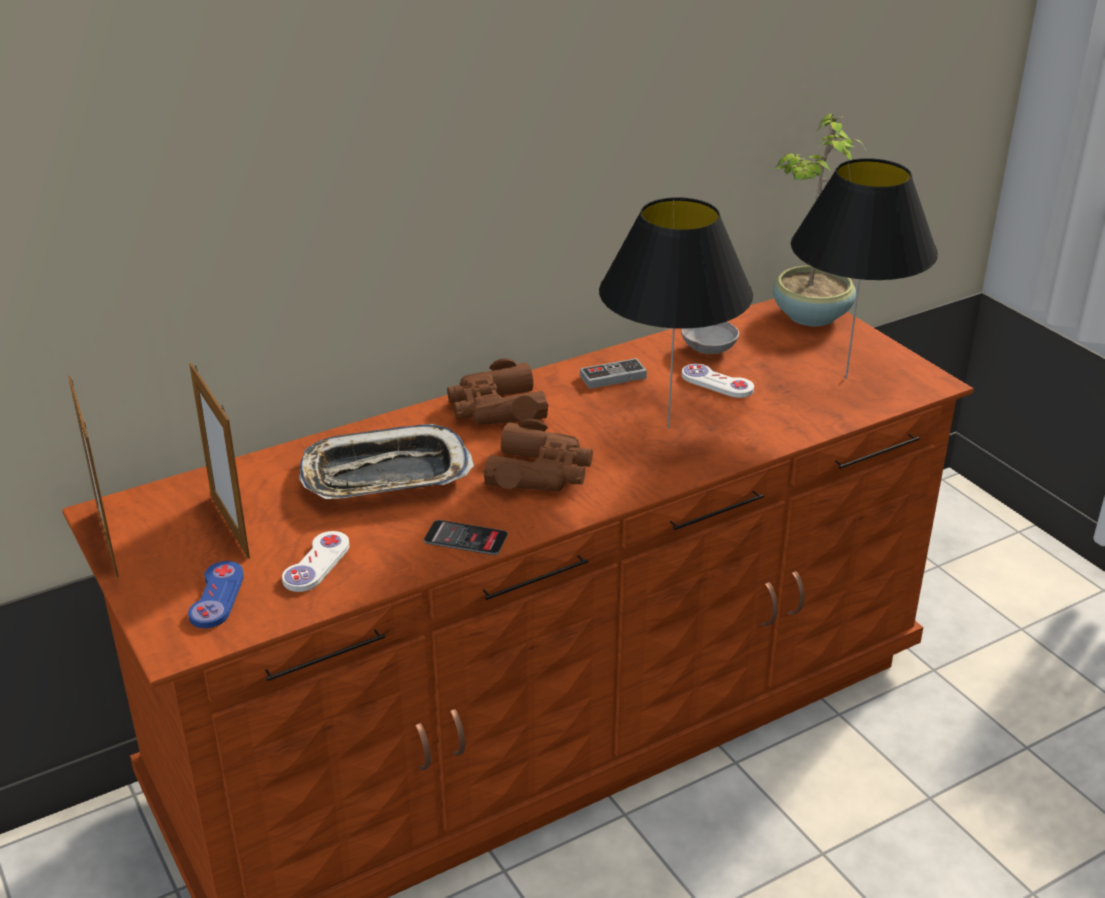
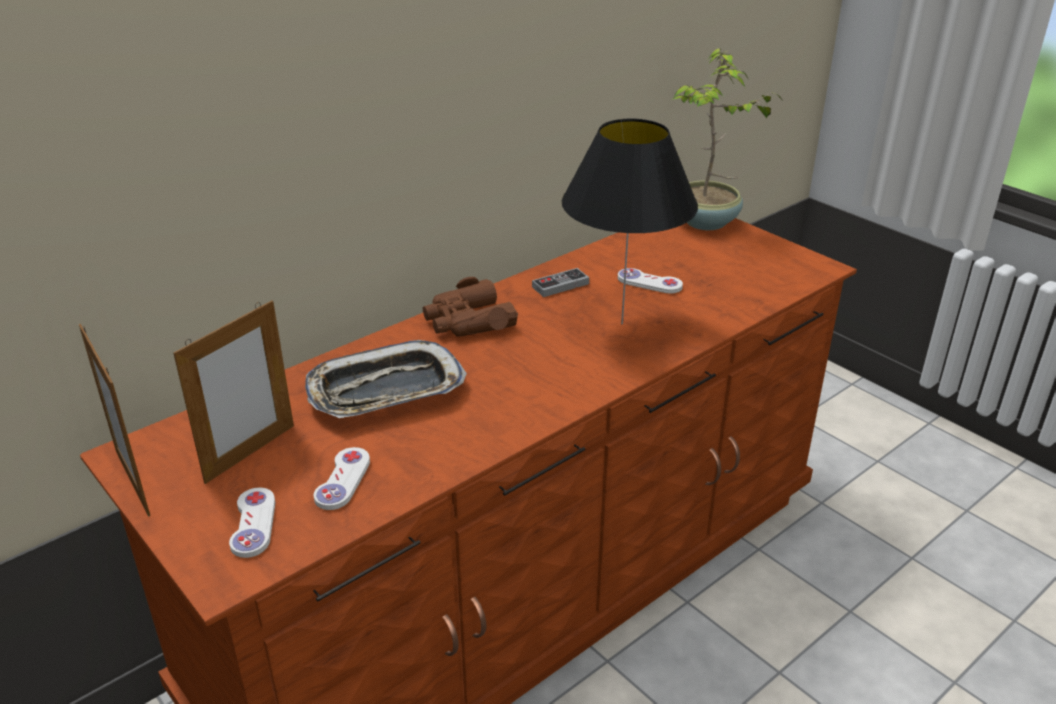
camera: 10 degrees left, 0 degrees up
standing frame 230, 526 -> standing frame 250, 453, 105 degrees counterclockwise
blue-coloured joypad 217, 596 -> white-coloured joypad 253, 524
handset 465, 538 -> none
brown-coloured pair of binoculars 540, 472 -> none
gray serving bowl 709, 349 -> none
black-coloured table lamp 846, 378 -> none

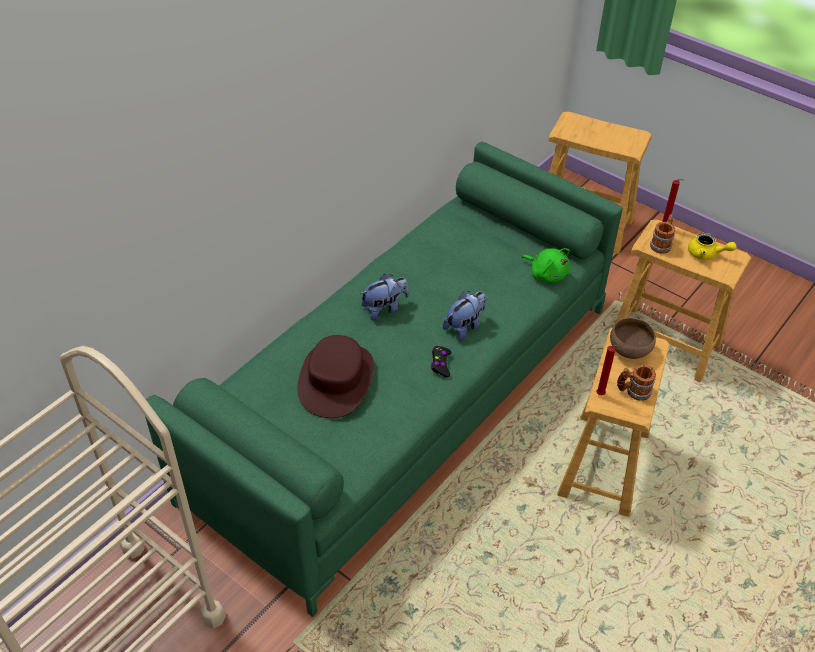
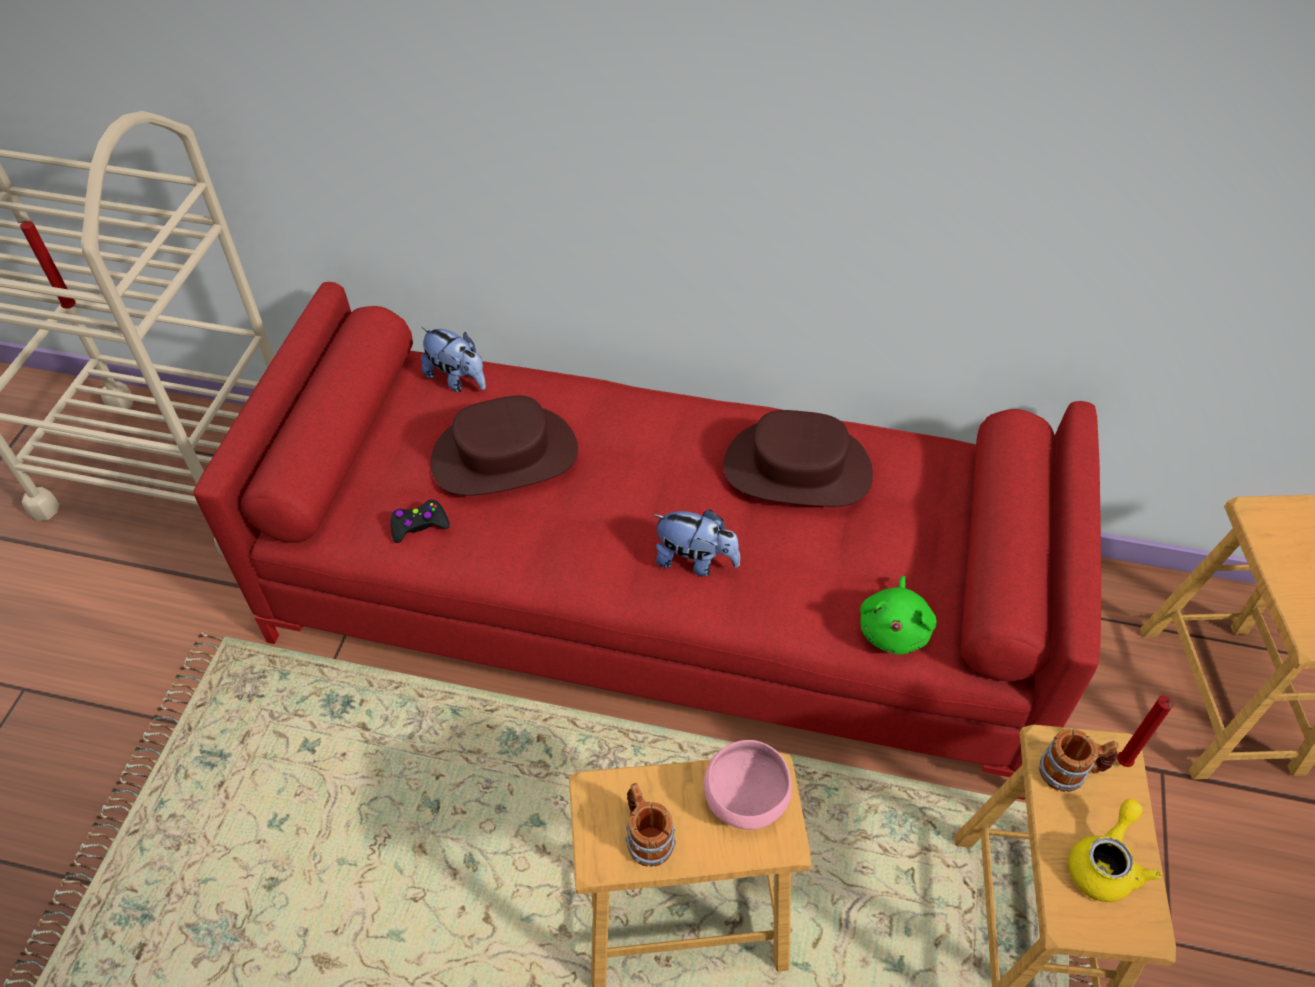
camera: 65 degrees right, 5 degrees up
reddish wax light 602, 395 -> reddish wax light 69, 309, moved
greenish settee 406, 399 -> reddish settee 659, 598
black-coloured joypad 440, 364 -> black-coloured joypad 419, 525, moved
soft toy 384, 309 -> soft toy 457, 379, moved
brown-coloured serving bowl 630, 349 -> pinkish serving bowl 746, 800
none -> brown-coloured hat 797, 470
yellowish teapot 706, 254 -> yellowish teapot 1105, 864, 150 degrees counterclockwise

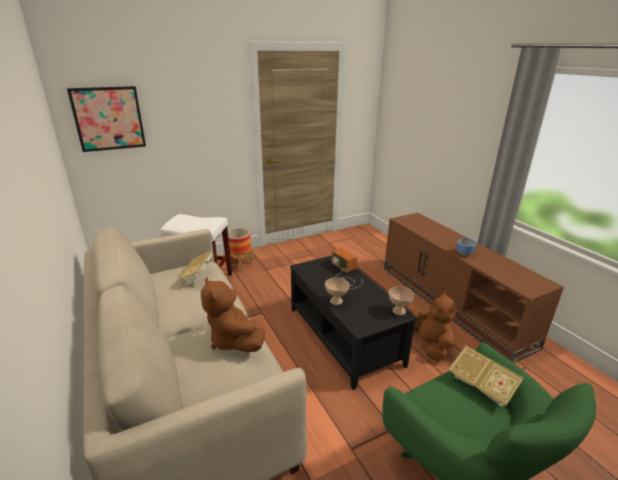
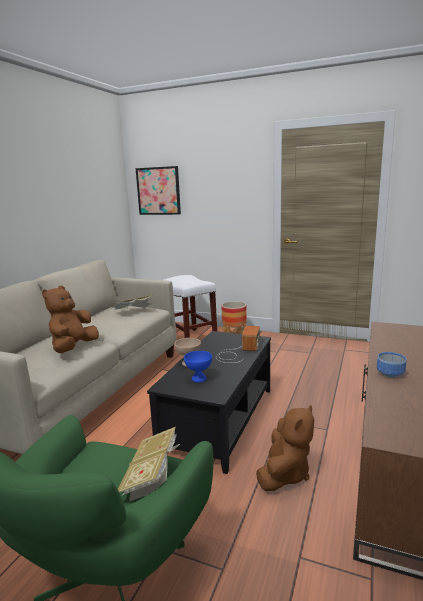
camera: 50 degrees right, 10 degrees down
none -> blue-coloured serving bowl 198, 379
beige-coloured serving bowl 399, 311 -> none

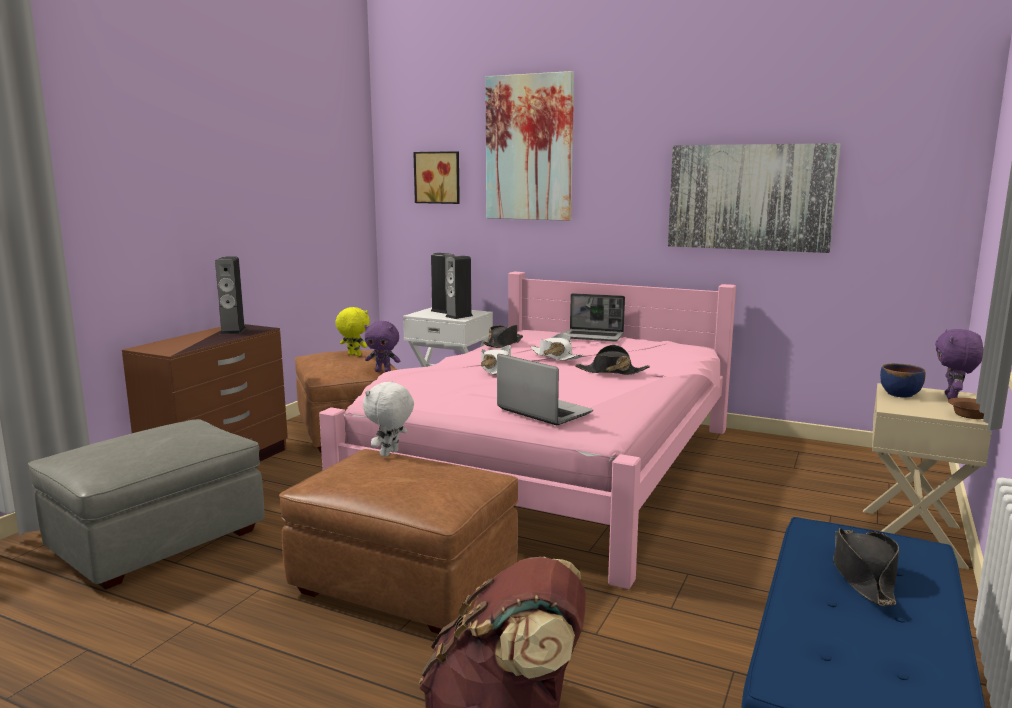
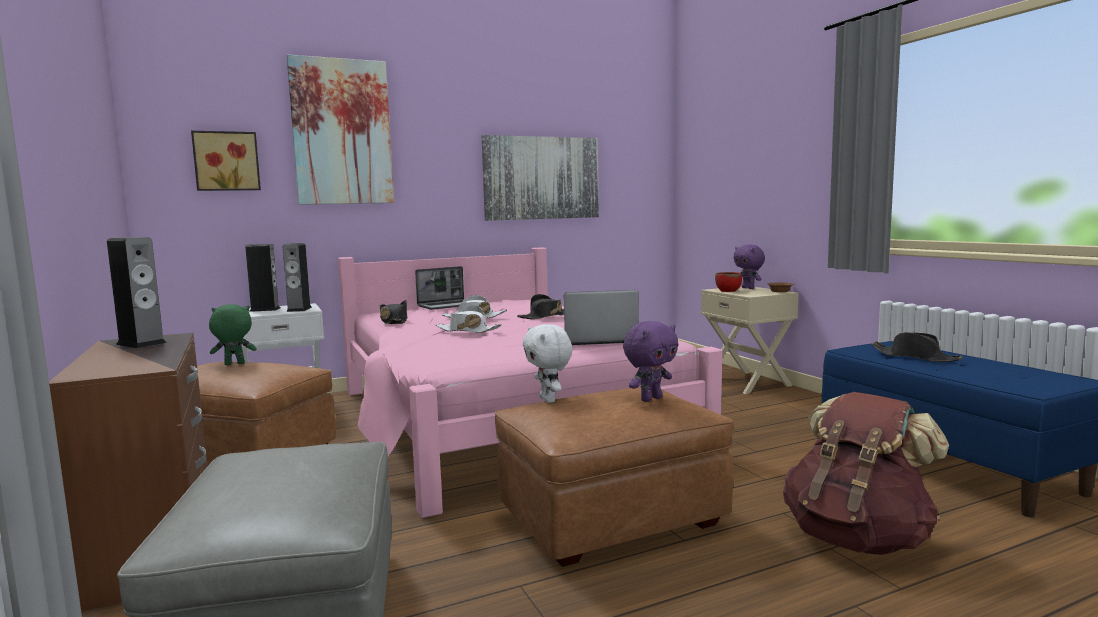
camera: 50 degrees left, 5 degrees down
yellowish soft toy 353, 355 -> greenish soft toy 234, 364
purple-coloured soft toy 383, 371 -> purple-coloured soft toy 650, 399, moved
blue-coloured serving bowl 900, 394 -> reddish serving bowl 728, 291

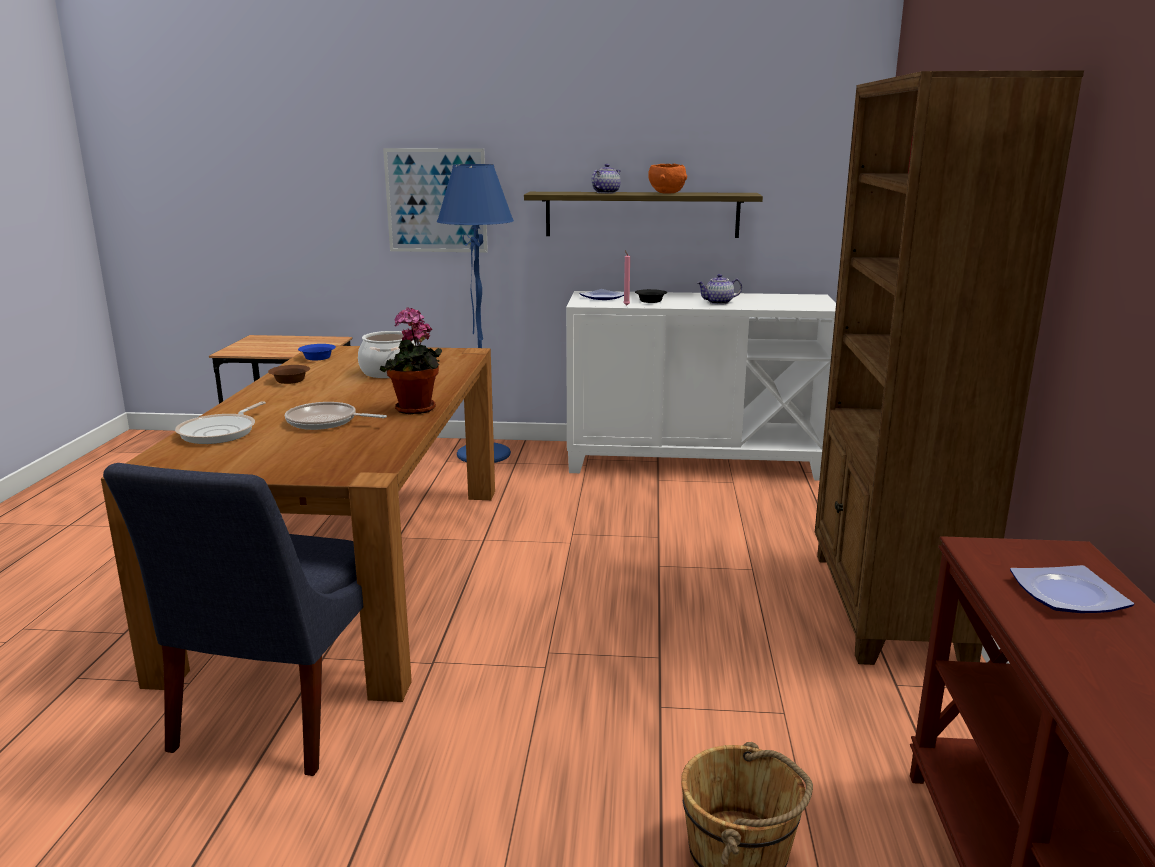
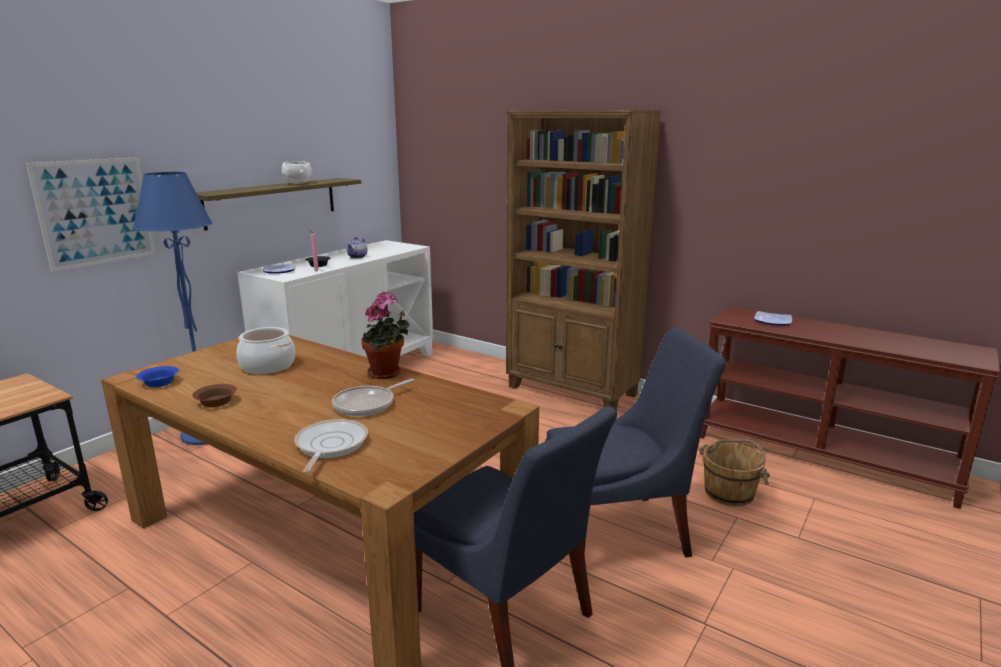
camera: 60 degrees left, 0 degrees up
orange serving bowl 666, 193 -> white-coloured serving bowl 297, 183
pan 221, 432 -> pan 329, 446, 135 degrees counterclockwise
none -> blue-coloured upright chair 622, 532
teapot 605, 193 -> none

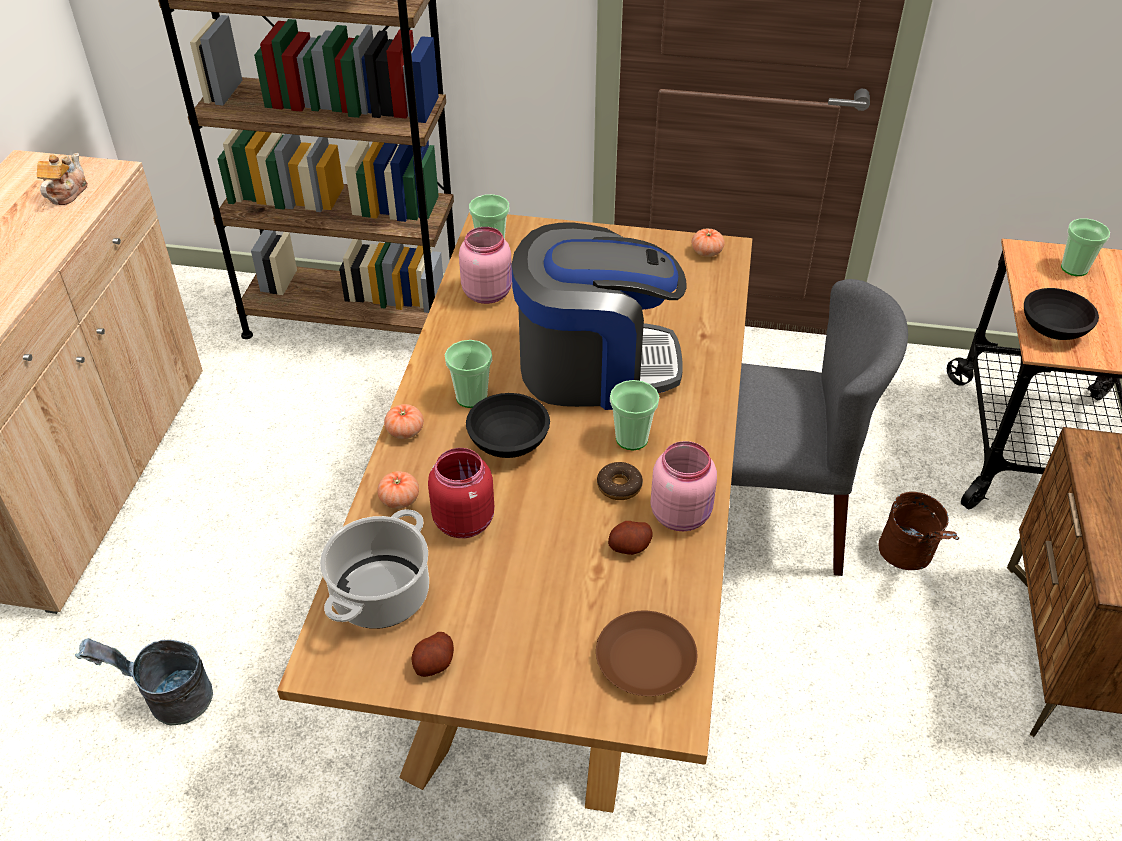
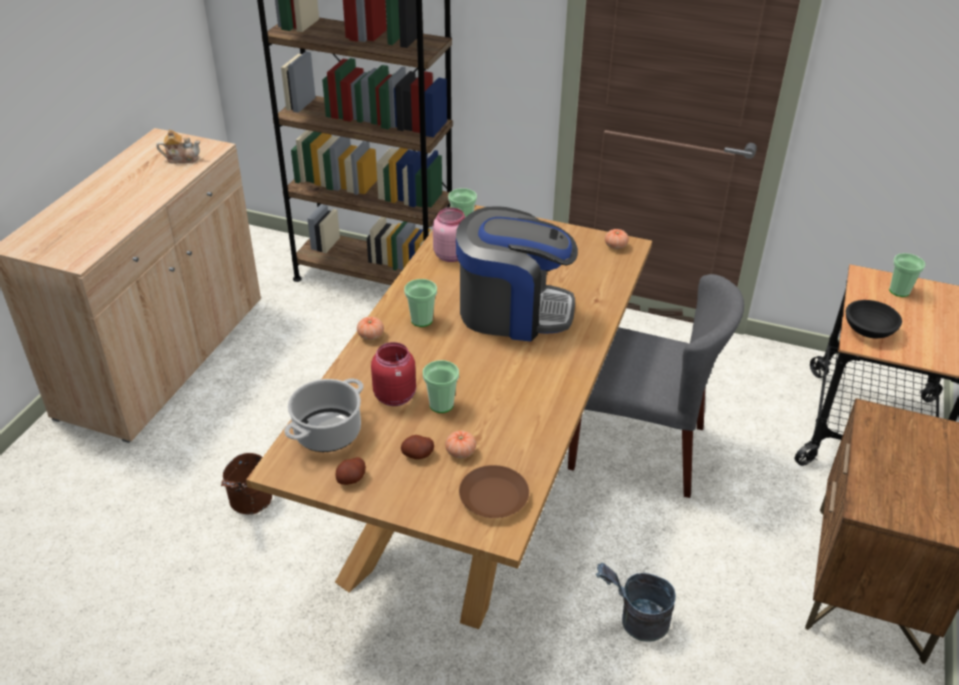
camera: 10 degrees right, 5 degrees down
teapot 66, 193 -> teapot 182, 158, 60 degrees clockwise
brown-coloured water bucket 909, 558 -> brown-coloured water bucket 249, 505, moved
potato 630, 547 -> potato 417, 454, moved
cup 632, 439 -> cup 441, 405, moved
whole tomato 399, 500 -> whole tomato 460, 452, moved
gray water bucket 169, 701 -> gray water bucket 635, 621, moved
black-coloured serving bowl 508, 441 -> none
donut 619, 486 -> none
pinkish preserve jar 682, 514 -> none

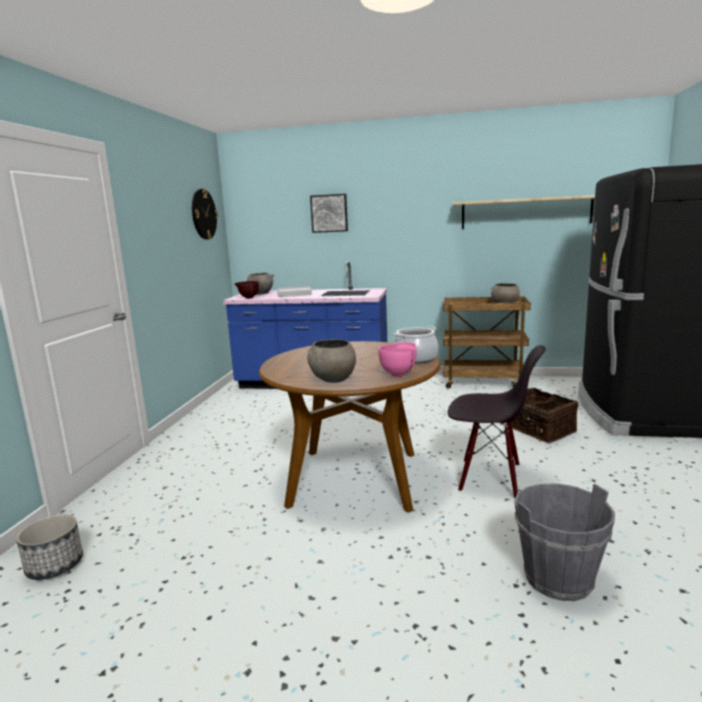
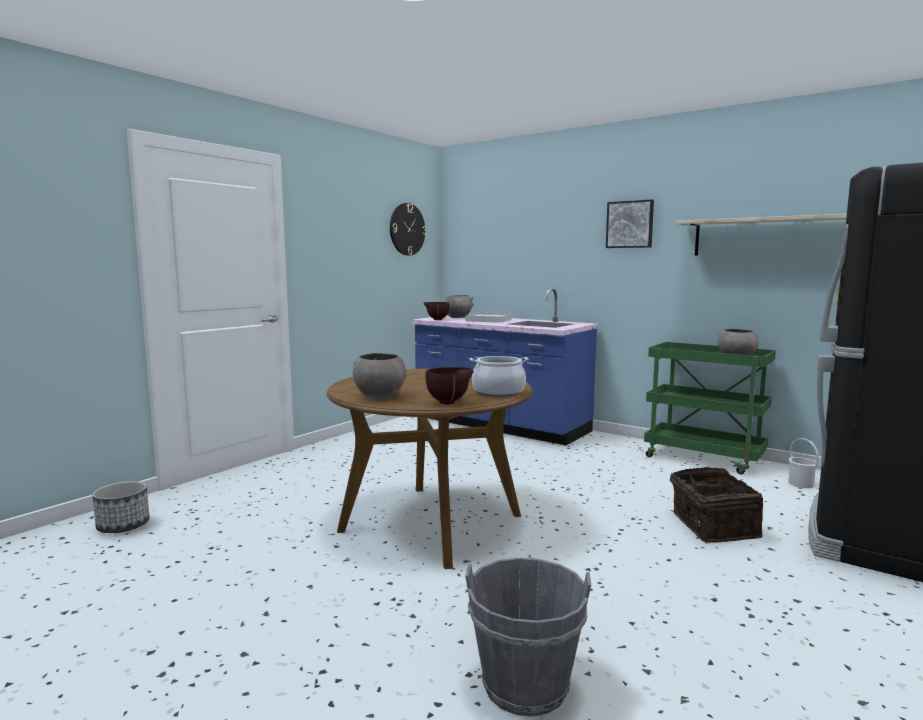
camera: 25 degrees right, 5 degrees down
pinkish serving bowl 399, 374 -> brown-coloured serving bowl 449, 402
picture 329, 213 -> picture 630, 224, moved
brown-coloured trolley 483, 382 -> greenish trolley 704, 458
none -> white-coloured water bucket 801, 484
black-coloured upright chair 490, 478 -> none

